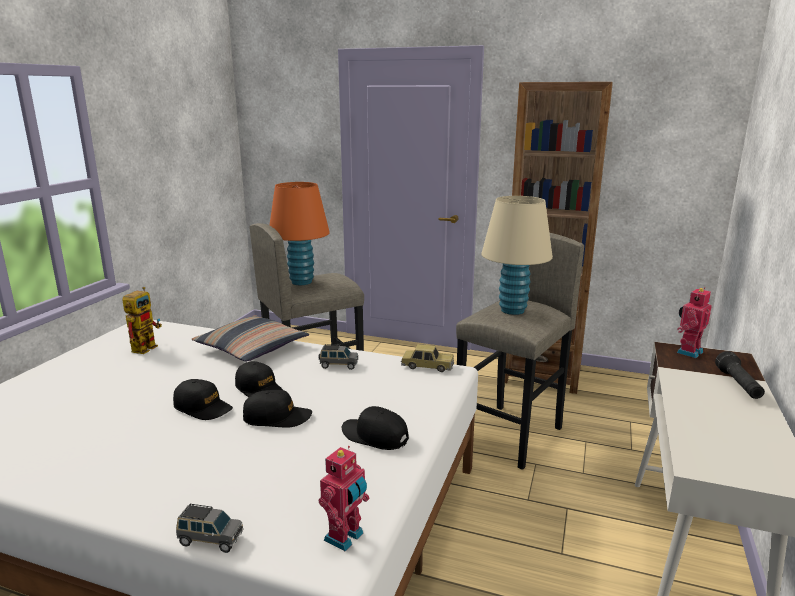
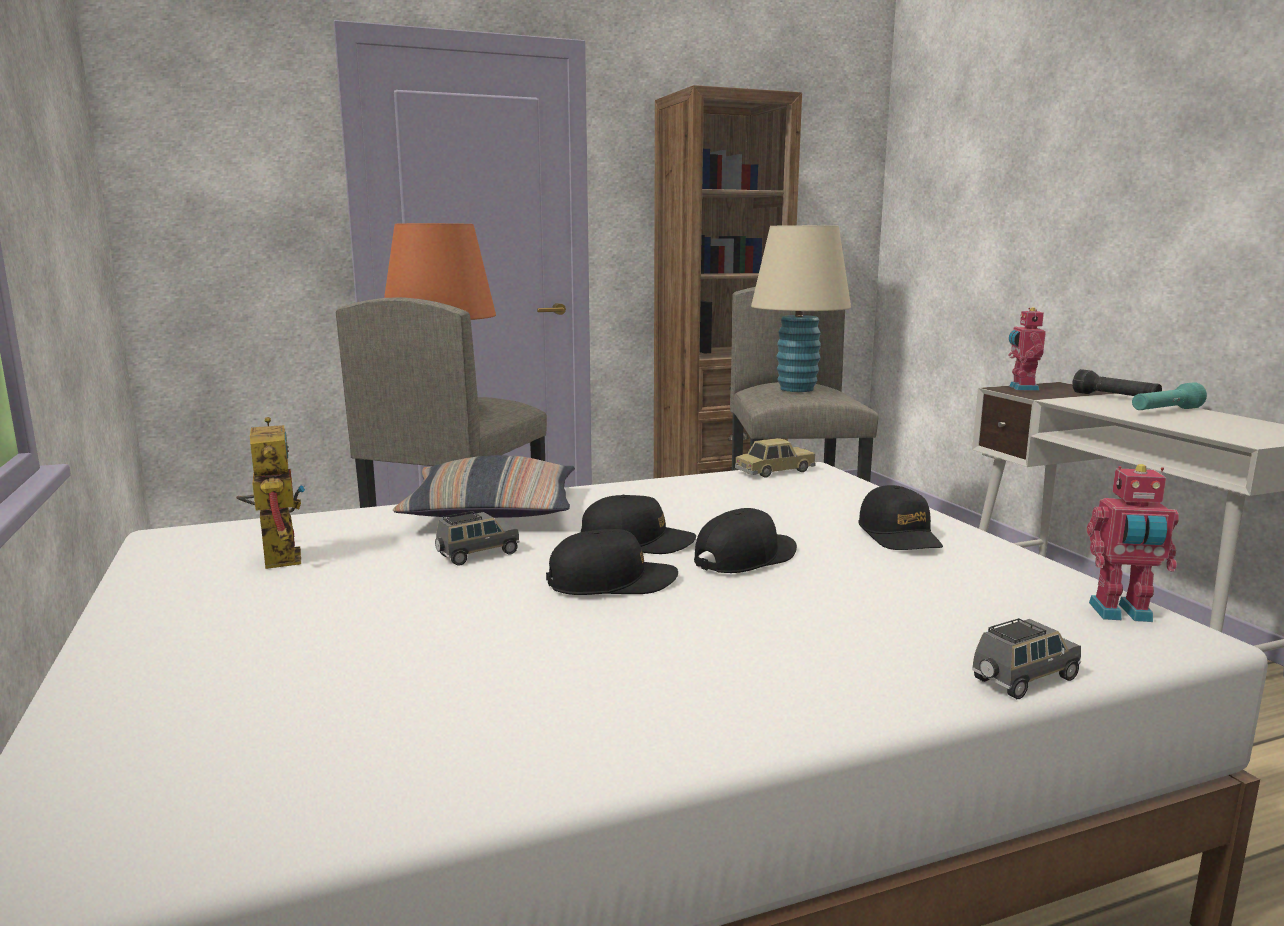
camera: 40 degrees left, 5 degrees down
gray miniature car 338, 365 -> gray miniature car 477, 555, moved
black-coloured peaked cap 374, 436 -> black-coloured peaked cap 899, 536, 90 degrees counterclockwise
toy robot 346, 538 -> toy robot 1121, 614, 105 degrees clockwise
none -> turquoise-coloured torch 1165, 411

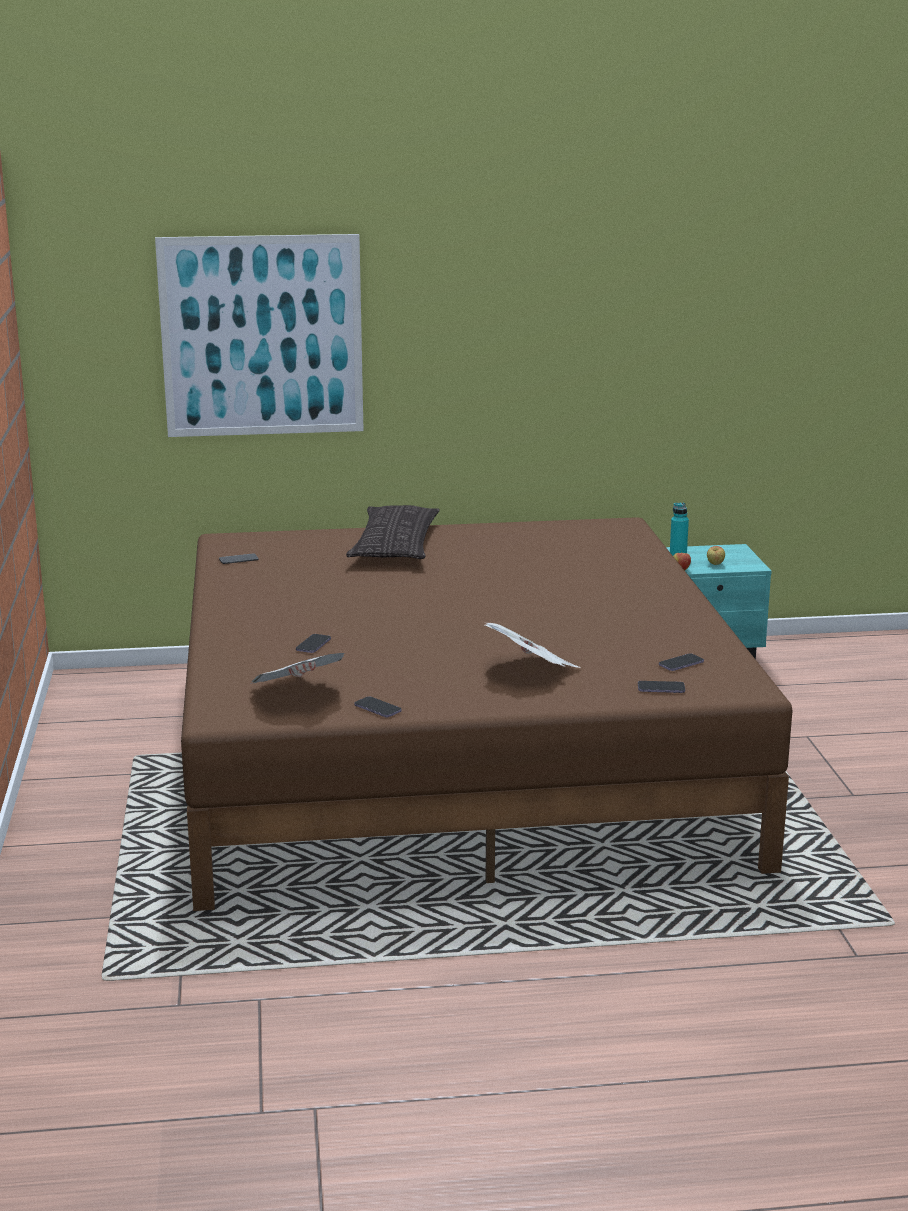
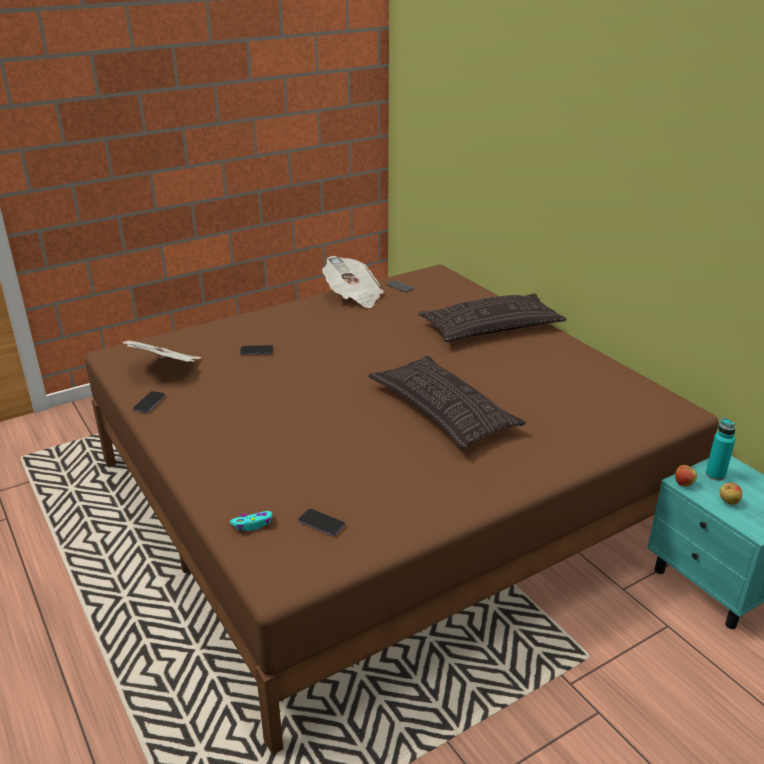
camera: 65 degrees right, 10 degrees up
handset 661, 689 -> turquoise-coloured joypad 253, 524
daily paper 531, 669 -> daily paper 353, 297, moved
none -> throw pillow 443, 410
picture 262, 336 -> none

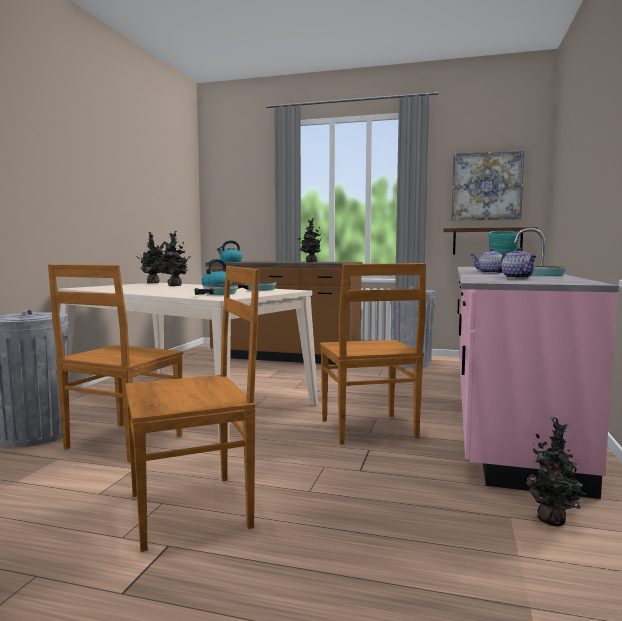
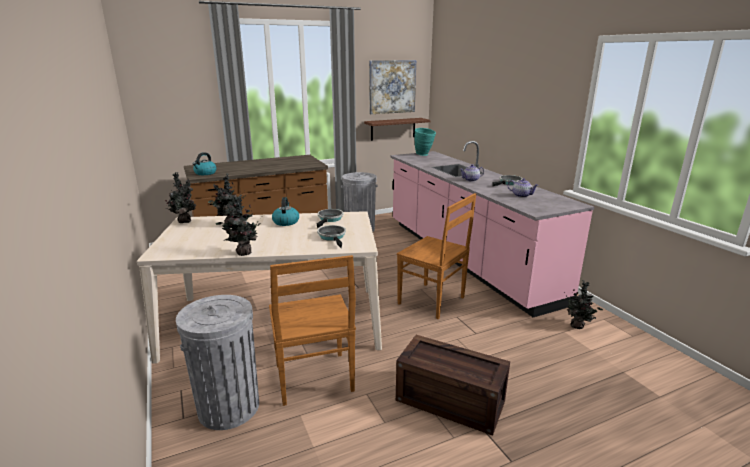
camera: 40 degrees left, 15 degrees up
plant in a pot 310, 262 -> plant in a pot 242, 253, moved
brown-coloured upright chair 194, 509 -> packing crate 452, 400

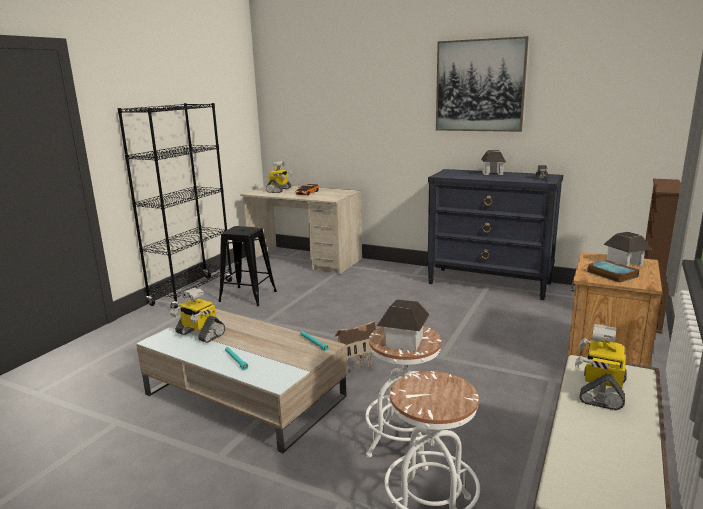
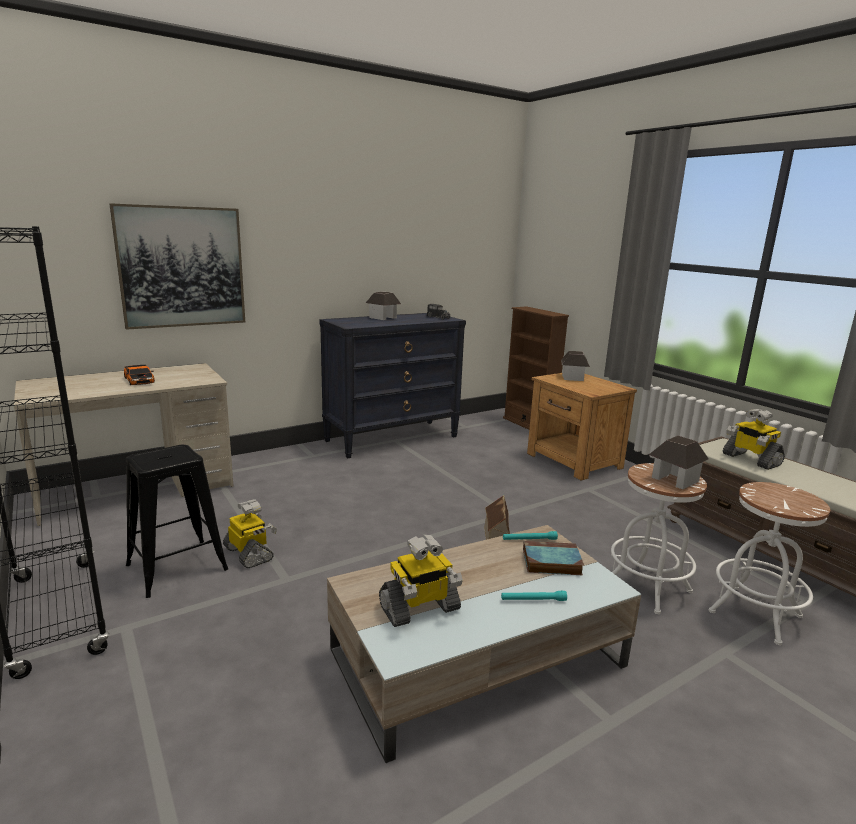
camera: 60 degrees left, 0 degrees up
picture 480, 86 -> picture 182, 267, moved
toy robot 279, 190 -> toy robot 249, 554, moved
volume 610, 274 -> volume 550, 562, moved

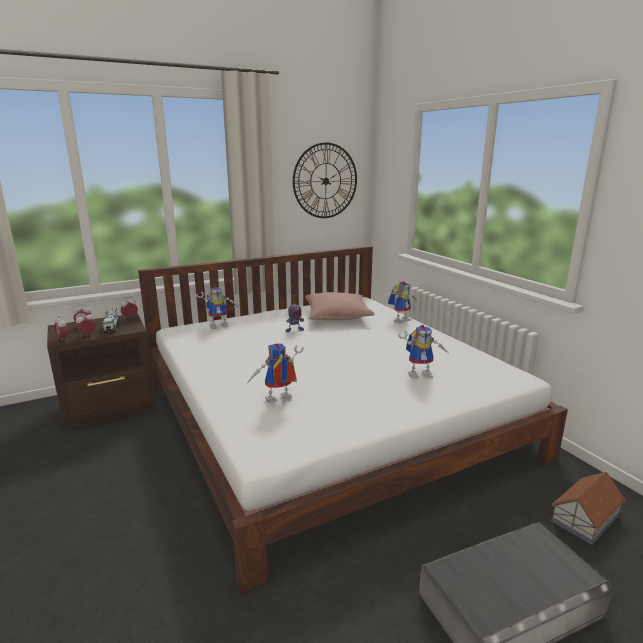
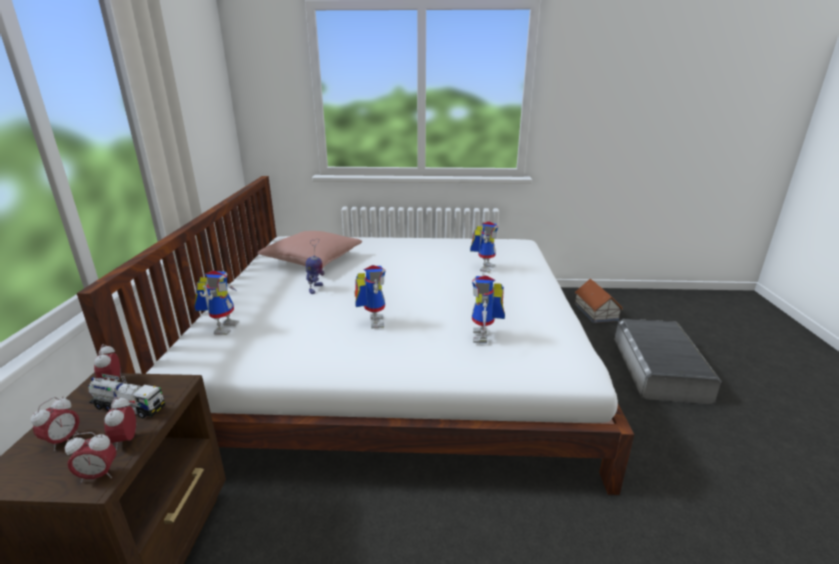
camera: 60 degrees left, 5 degrees up
toy robot 401, 319 -> toy robot 372, 321, moved
clock on the wall 325, 181 -> none

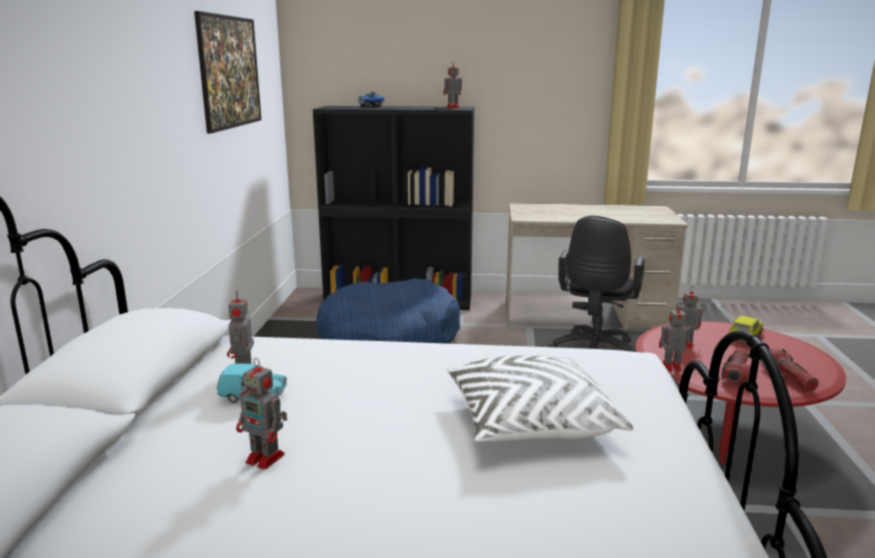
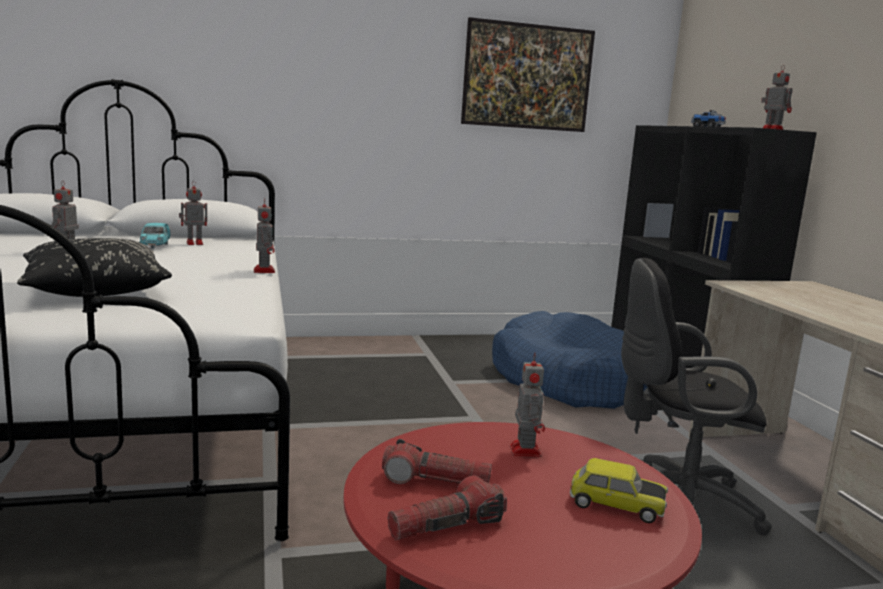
camera: 70 degrees right, 5 degrees down
white-coloured throw pillow 530, 422 -> black-coloured throw pillow 94, 289
toy robot 670, 366 -> toy robot 264, 270, moved

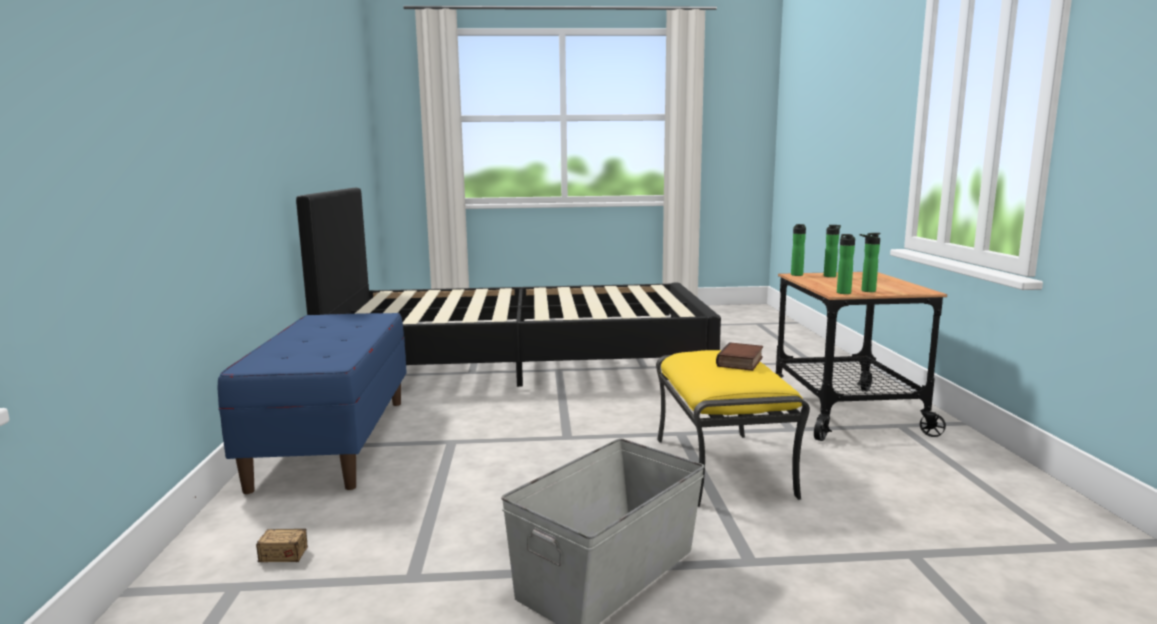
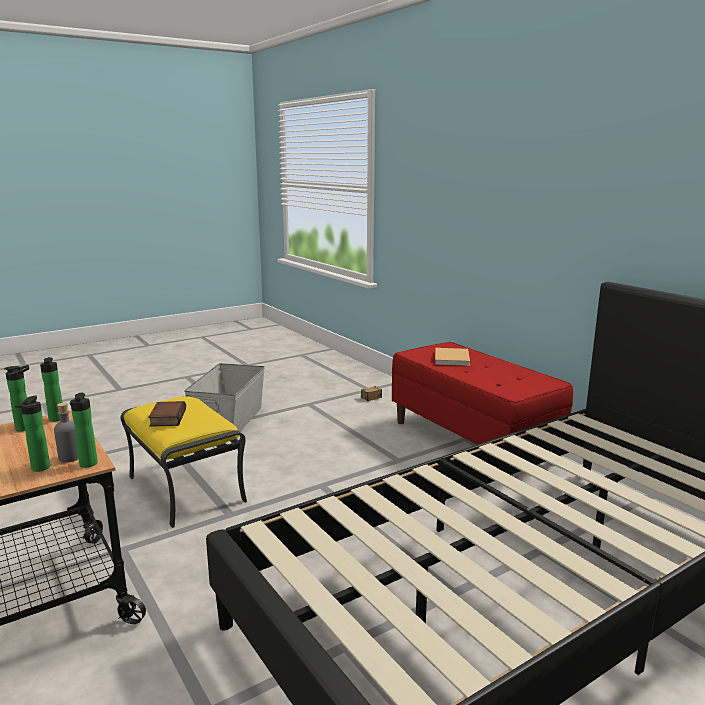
camera: 150 degrees right, 5 degrees up
none -> gray beverage bottle 70, 457
blue-coloured indoor bench 333, 441 -> reddish indoor bench 472, 441
none -> beige-coloured volume 451, 358

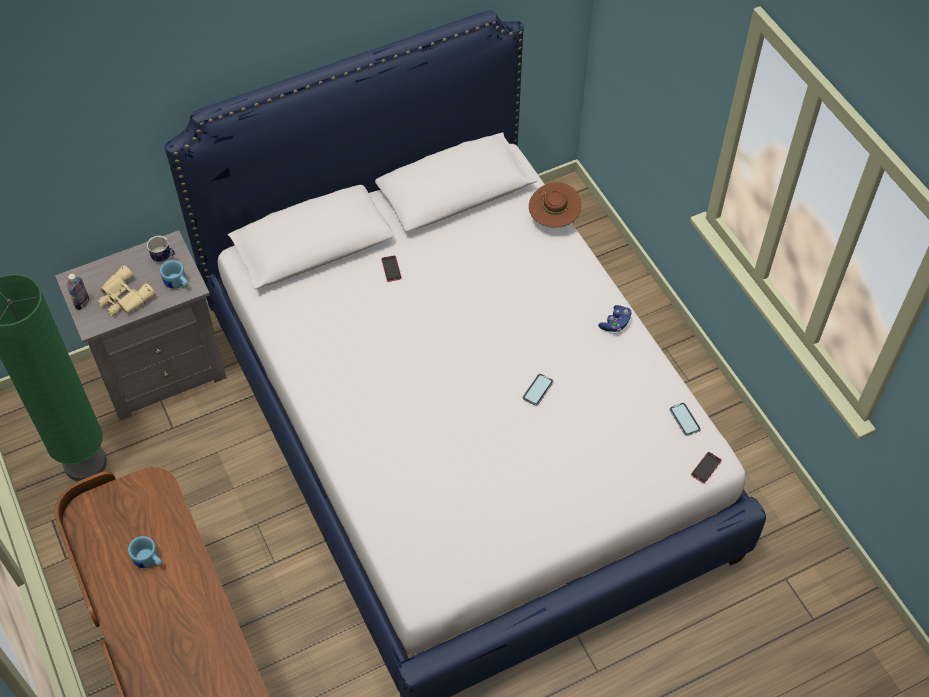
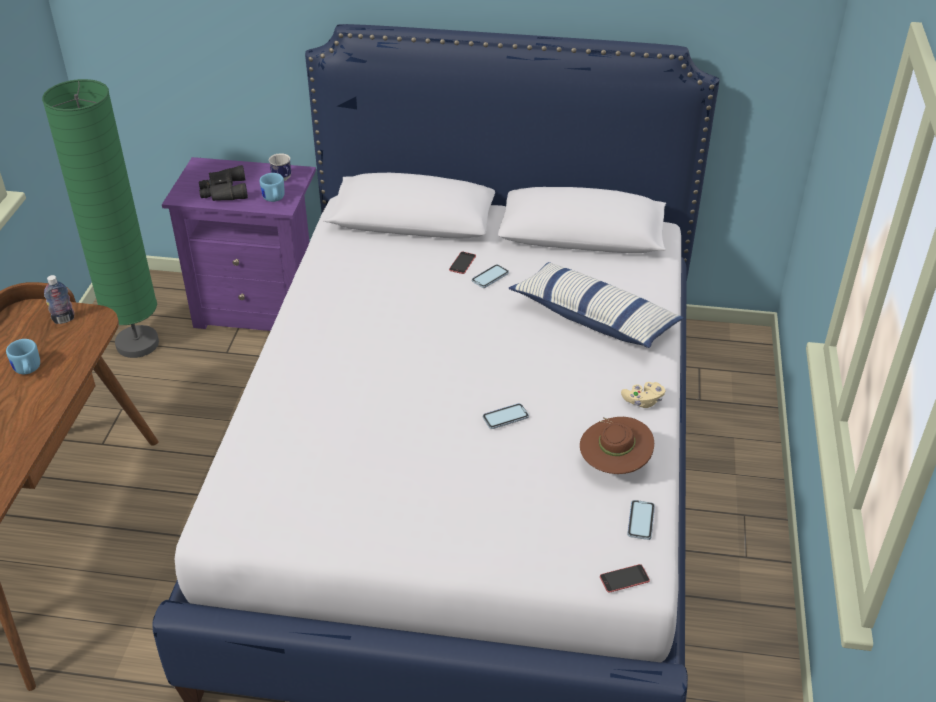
camera: 35 degrees right, 15 degrees down
beverage bottle 82, 303 -> beverage bottle 64, 319, moved
gray bedside table 162, 370 -> purple-coloured bedside table 260, 309
beige-coloured pair of binoculars 123, 298 -> black-coloured pair of binoculars 223, 191
none -> handset 490, 277
none -> throw pillow 594, 318
brown-coloured hat 553, 218 -> brown-coloured hat 614, 464, moved
blue-coloured joypad 615, 324 -> beige-coloured joypad 643, 401

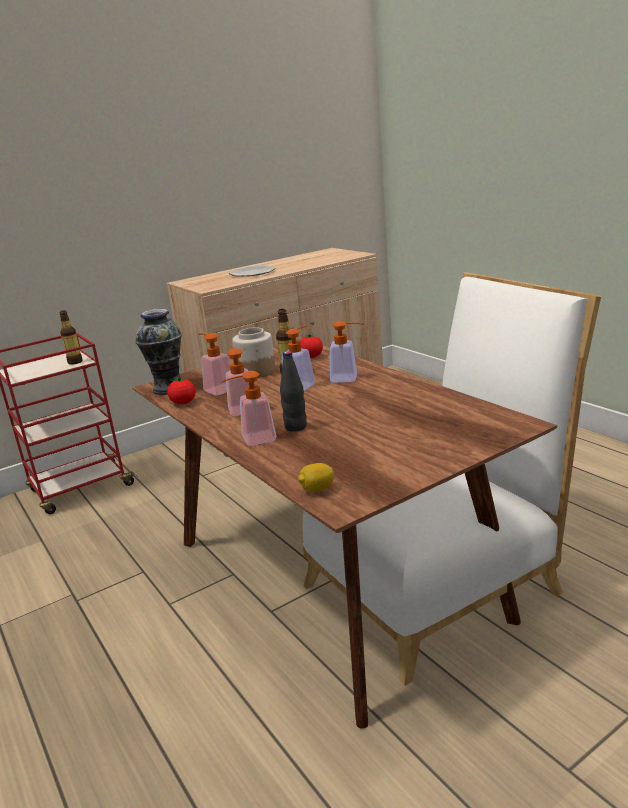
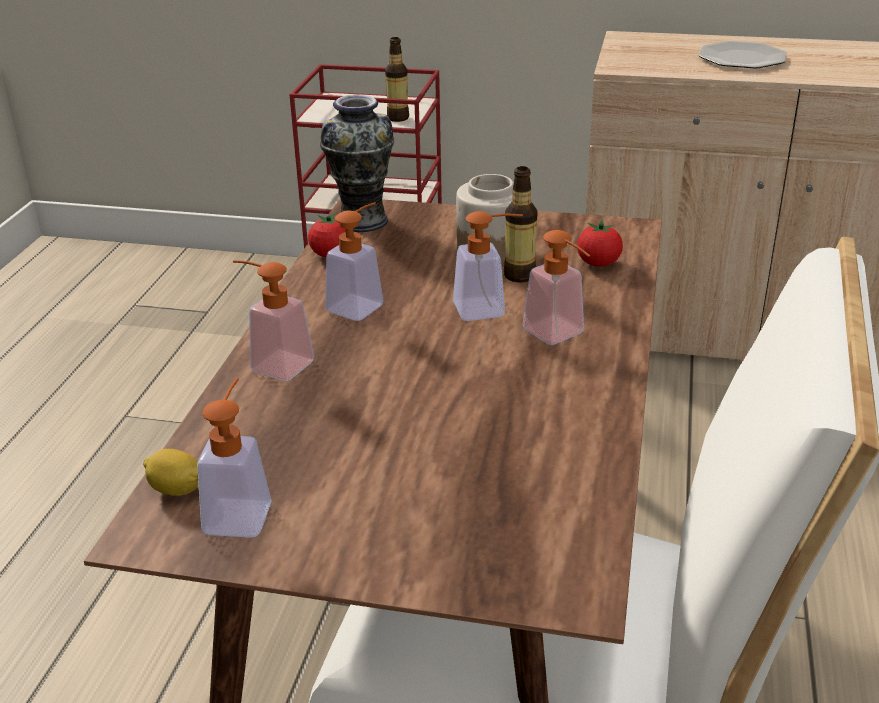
camera: 45 degrees right, 10 degrees up
soap dispenser 216, 389 -> soap dispenser 241, 510, moved
black-coloured beverage bottle 295, 427 -> none

